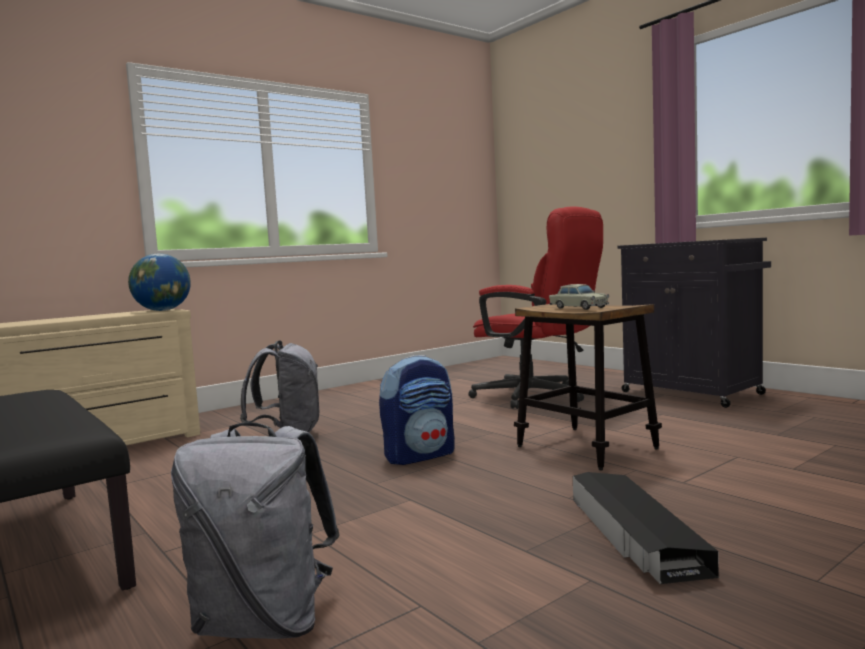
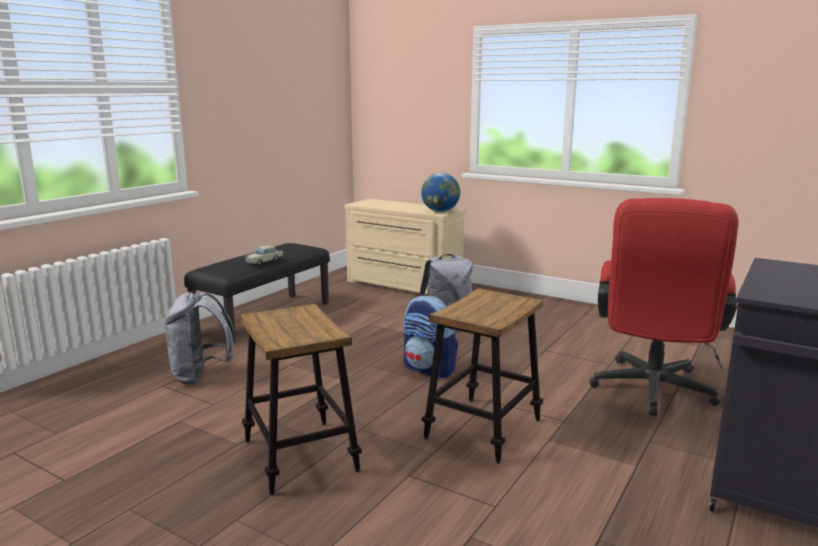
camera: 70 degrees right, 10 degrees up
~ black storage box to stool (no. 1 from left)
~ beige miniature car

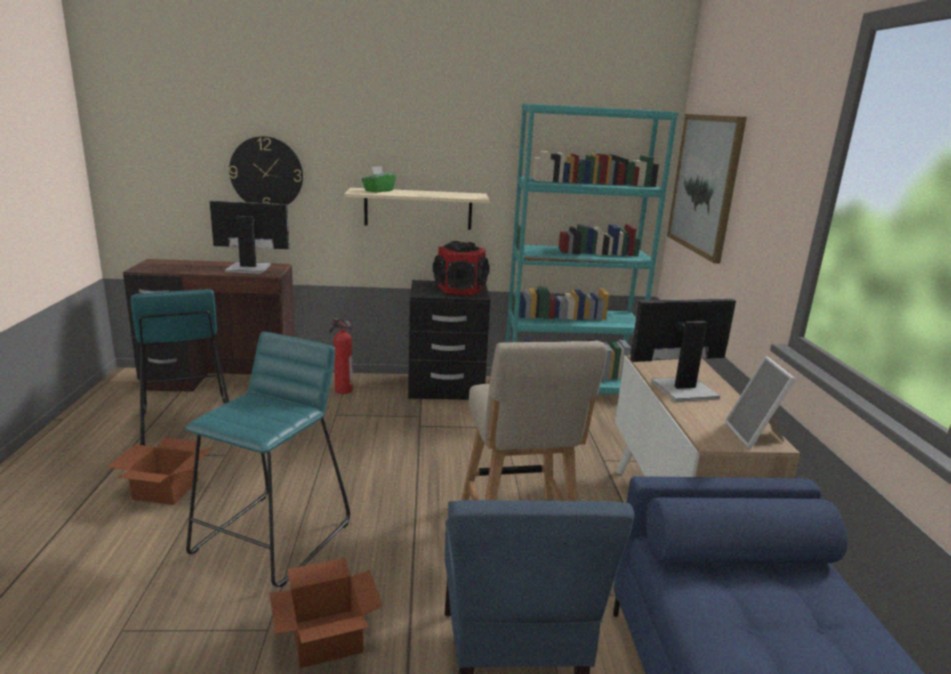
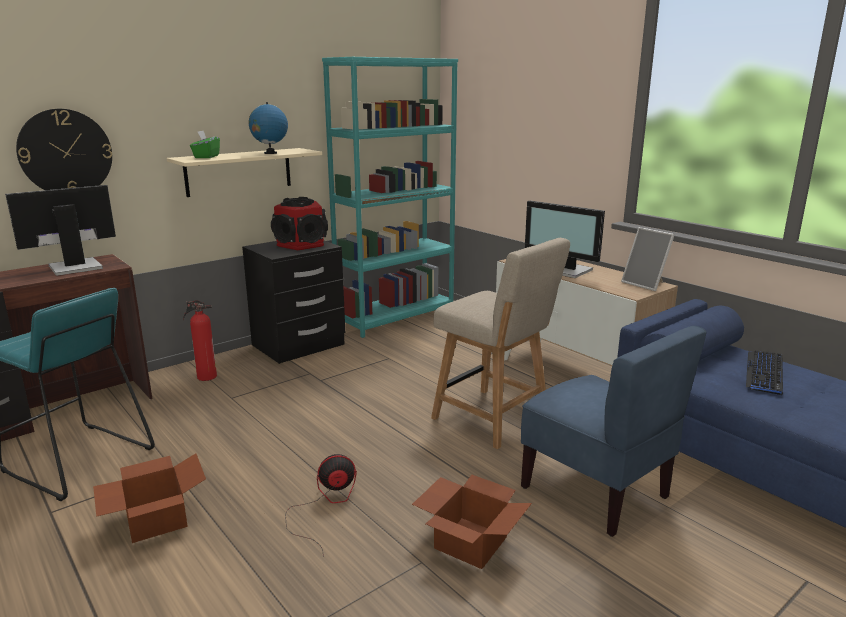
camera: 35 degrees left, 0 degrees up
+ world globe
~ turquoise-coloured stool (no. 2 from left) to fan
~ monitor (no. 2 from left) 90 degrees counterclockwise
+ keyboard
- picture

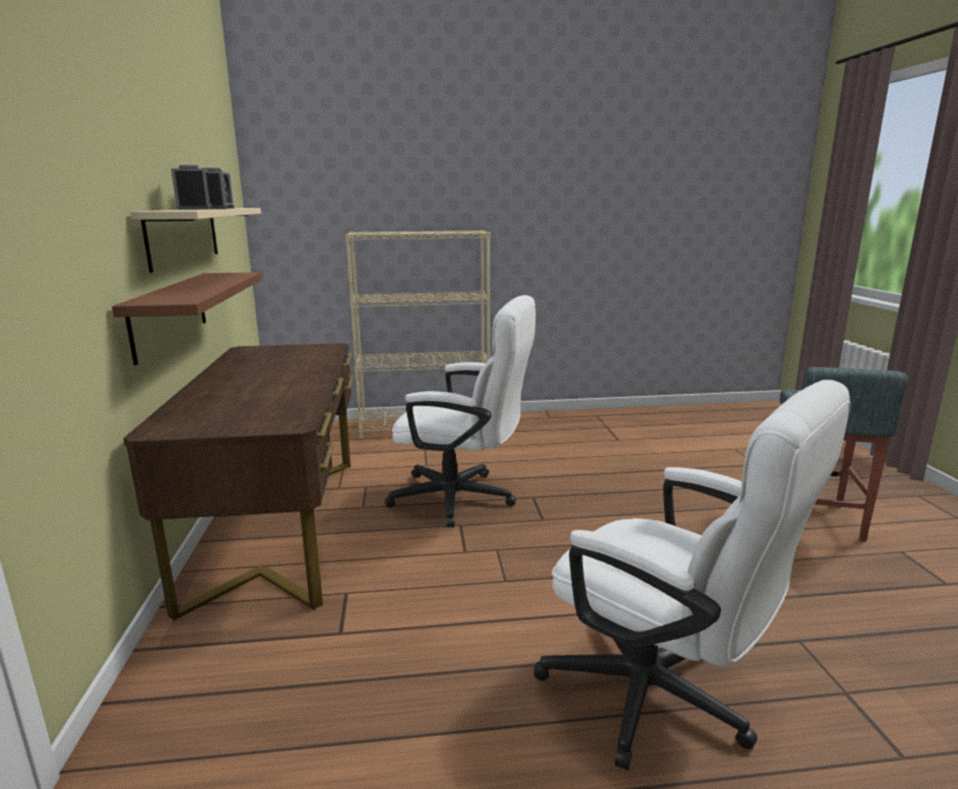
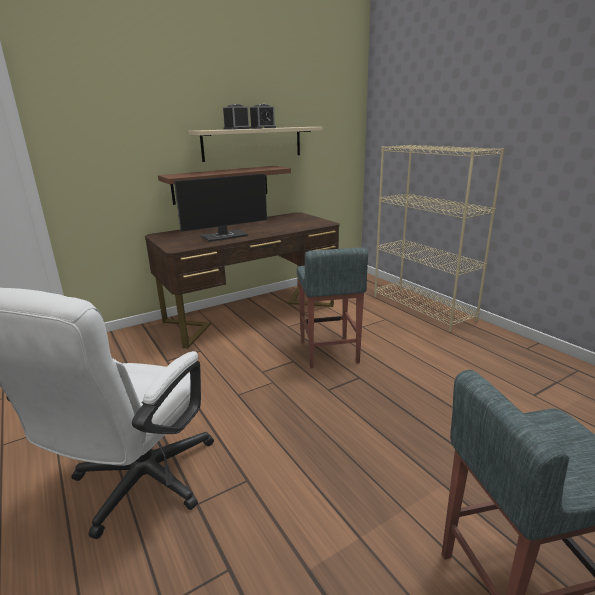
camera: 65 degrees right, 5 degrees up
+ monitor
~ white-coloured office chair (no. 1 from left) to grey stool (no. 1 from left)

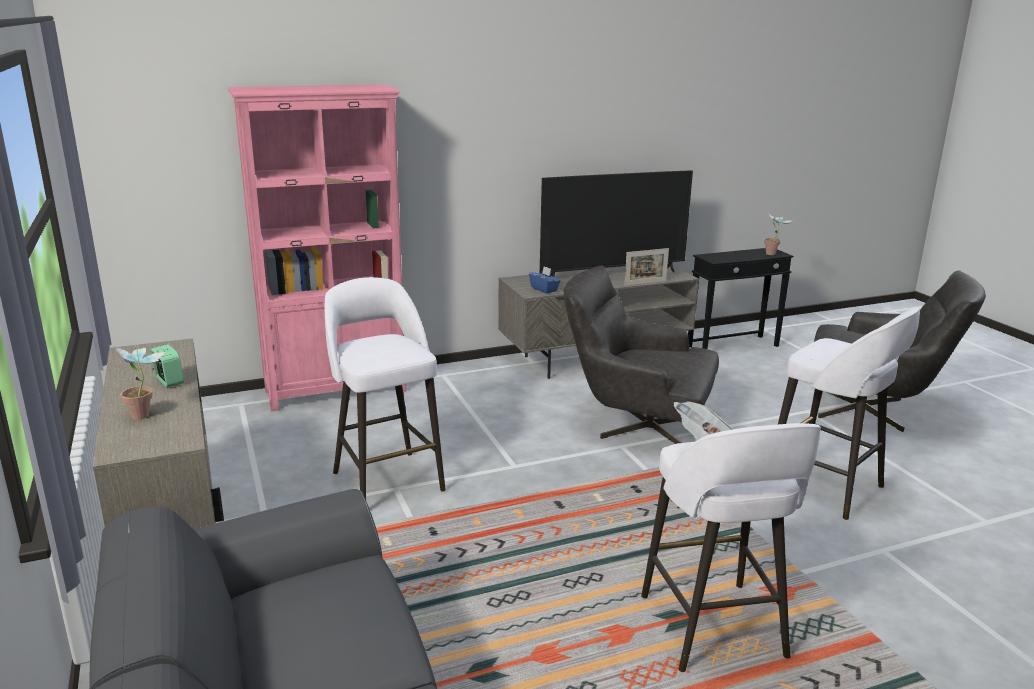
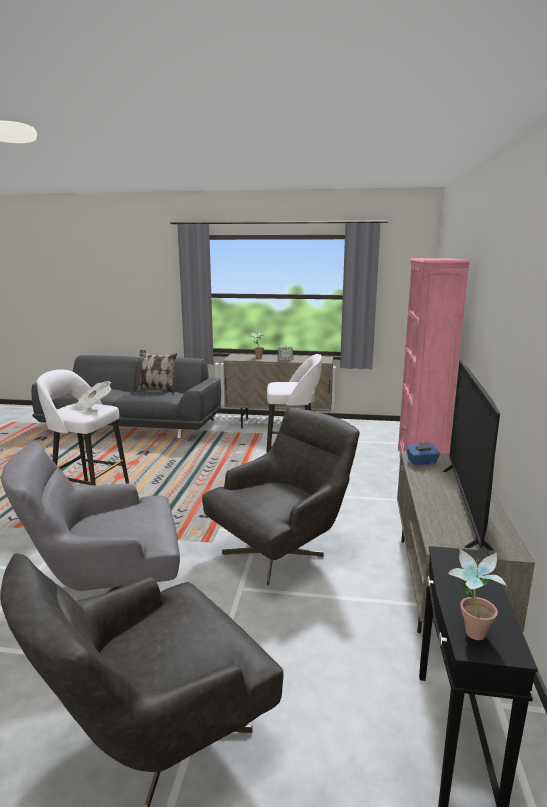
camera: 120 degrees right, 5 degrees down
~ white-coloured stool (no. 3 from left) to grey lounge chair (no. 1 from left)
+ pillow
- photo frame

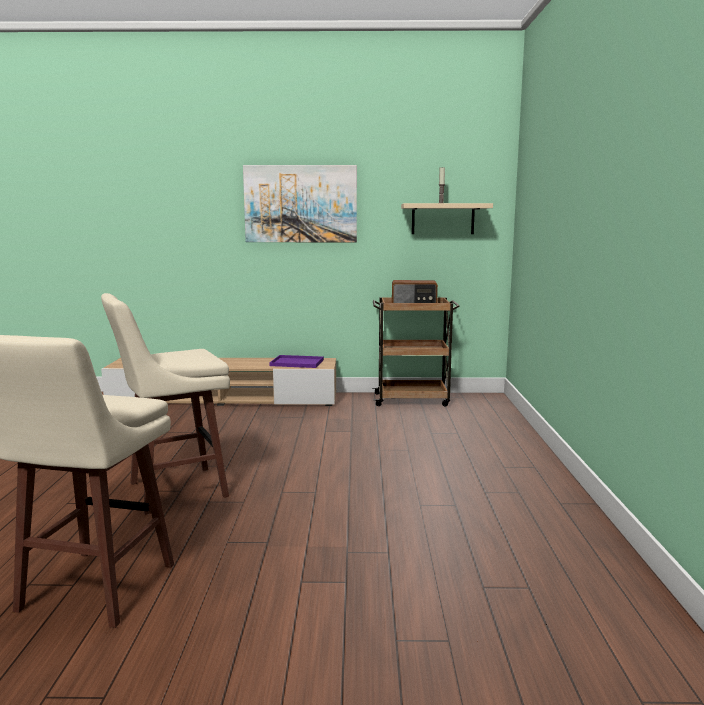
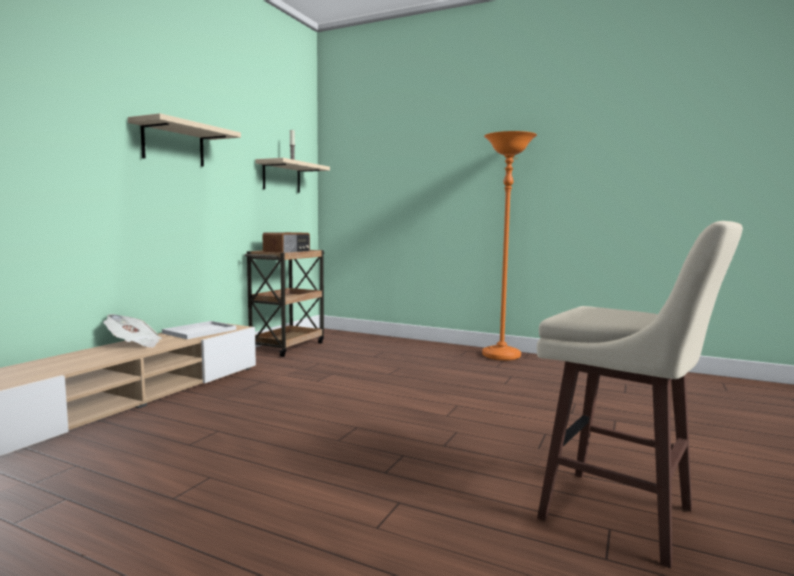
camera: 65 degrees left, 5 degrees down
+ daily paper
~ picture to beige bracket shelf (no. 1 from left)
~ purple serving tray to white-coloured serving tray
+ orange-coloured floor lamp
- beige stool (no. 2 from left)

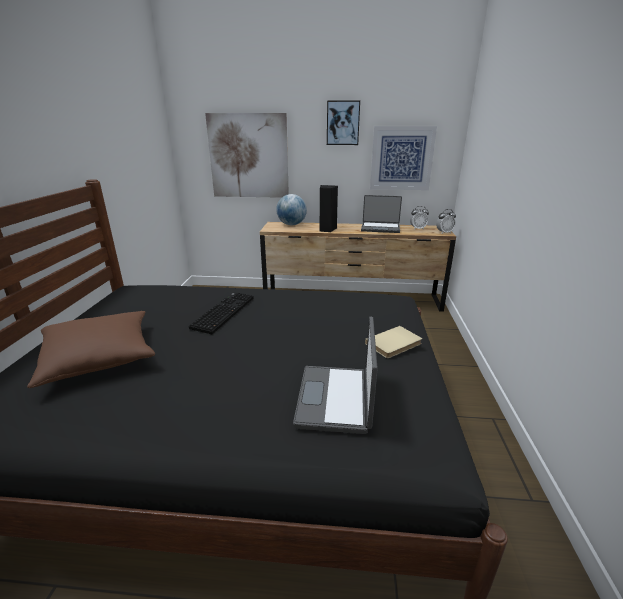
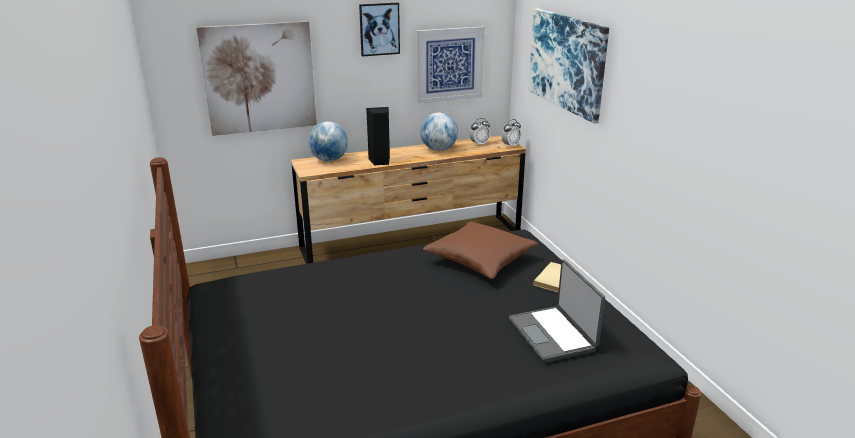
camera: 25 degrees left, 0 degrees up
~ portable computer (no. 2 from left) to world globe (no. 2 from left)
~ brown pillow
+ picture (no. 4 from left)
- keyboard

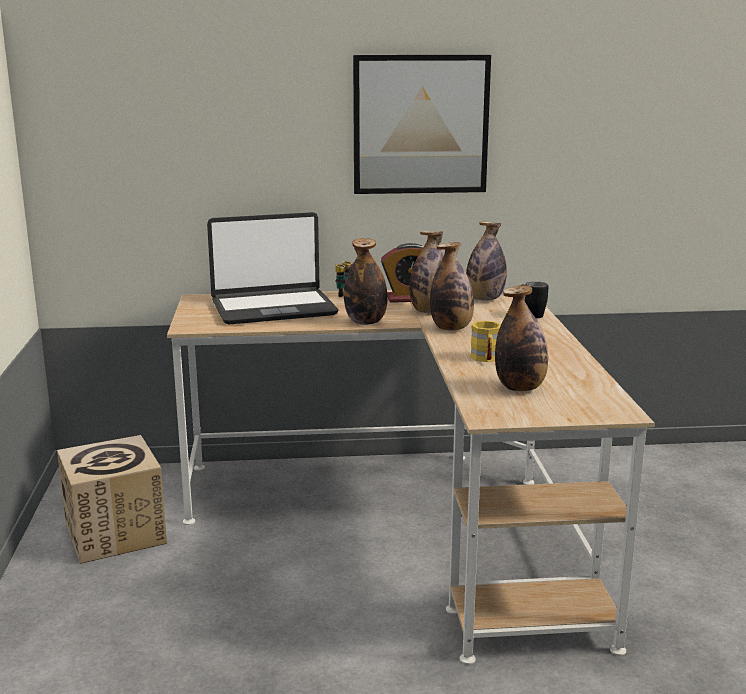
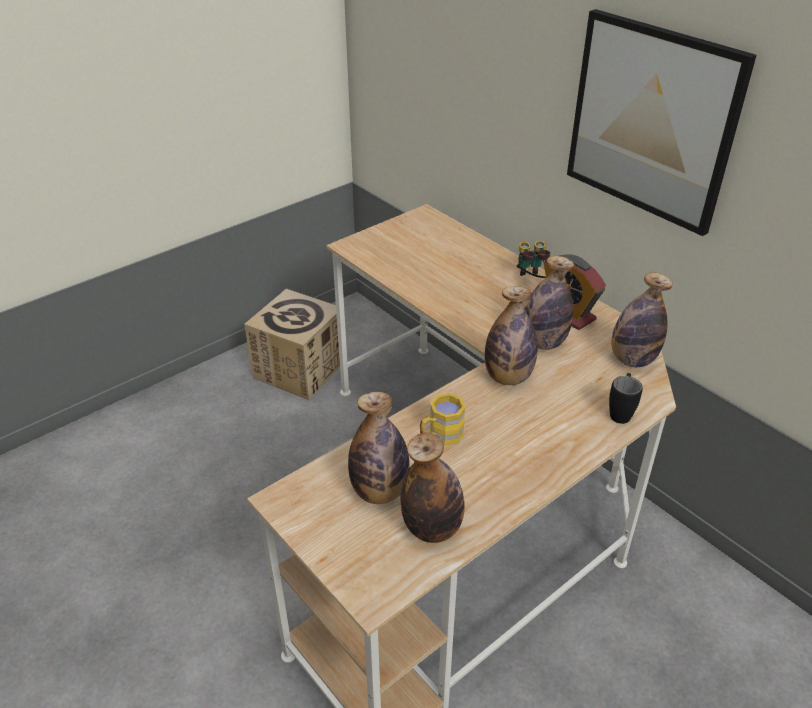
camera: 55 degrees right, 20 degrees up
~ bottle (no. 1 from left in the first image) to bottle (no. 2 from left)
- portable computer

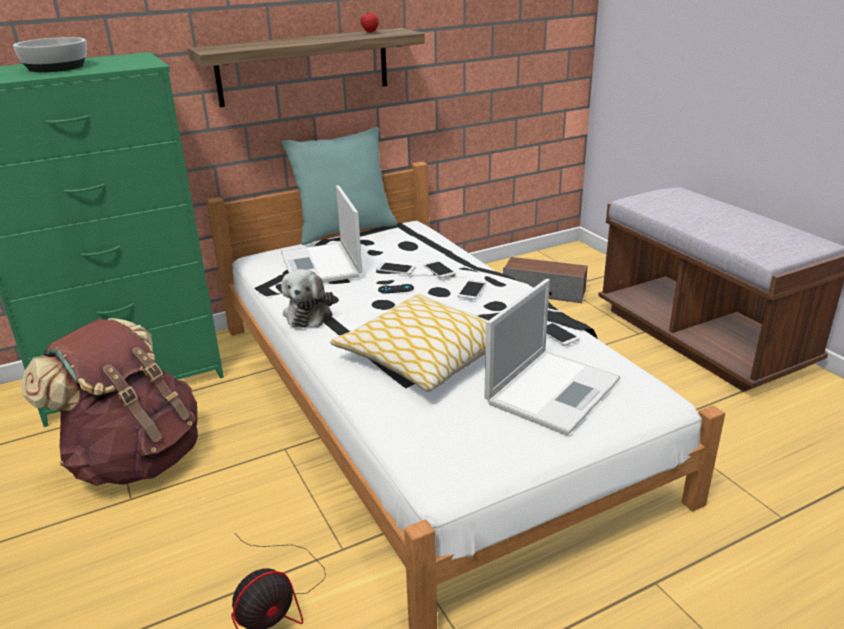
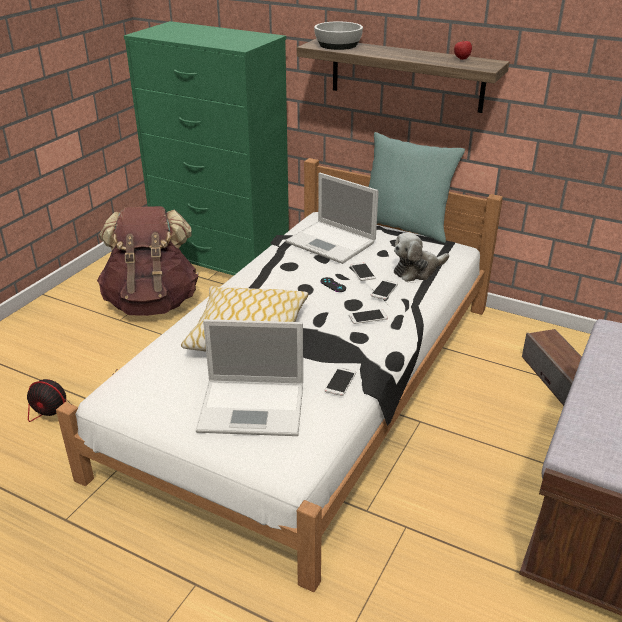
camera: 55 degrees right, 5 degrees up
~ portable computer (no. 1 from left in the first image) 90 degrees counterclockwise
~ serving bowl
~ cuddly toy

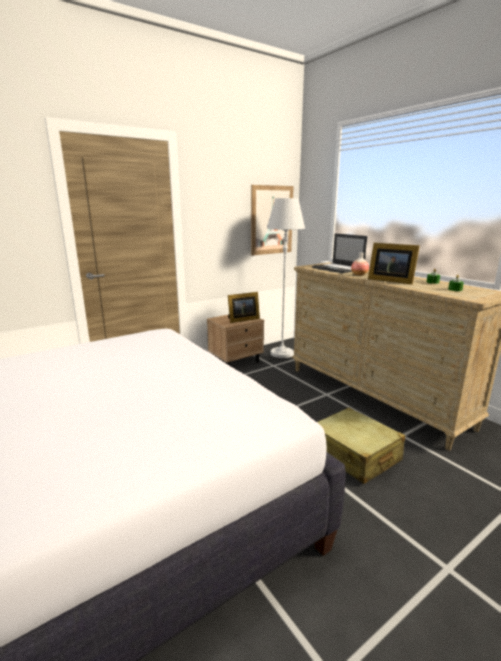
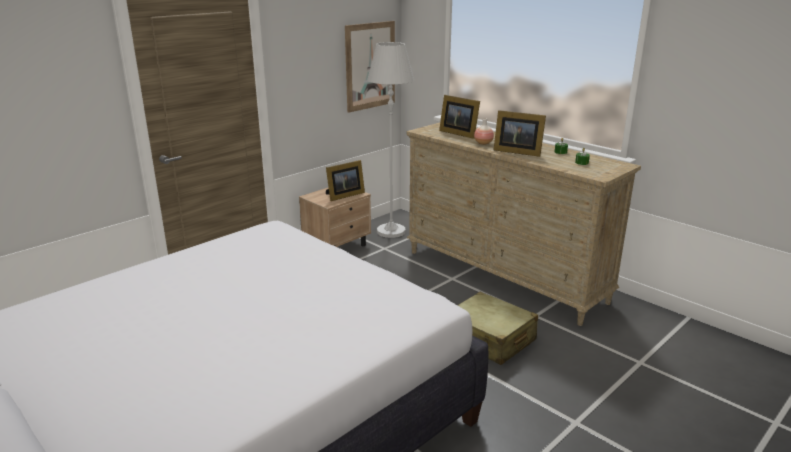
camera: 10 degrees left, 5 degrees up
~ portable computer to photo frame (no. 2 from left)

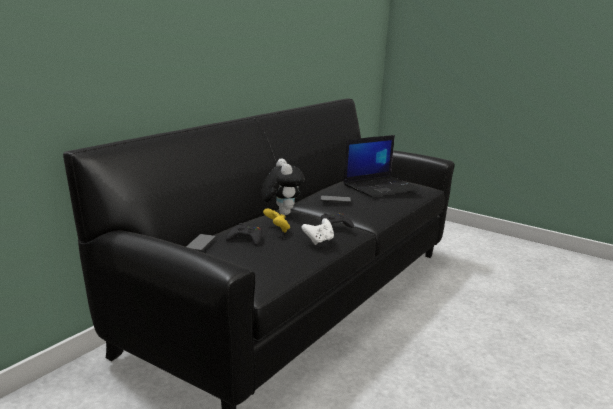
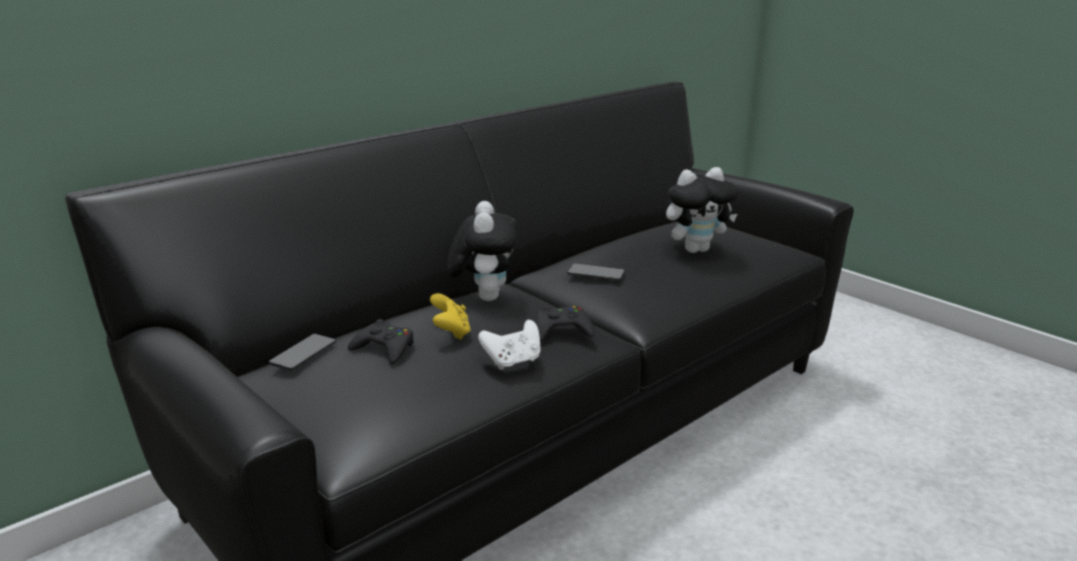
camera: 15 degrees right, 5 degrees up
~ portable computer to cuddly toy (no. 2 from left)

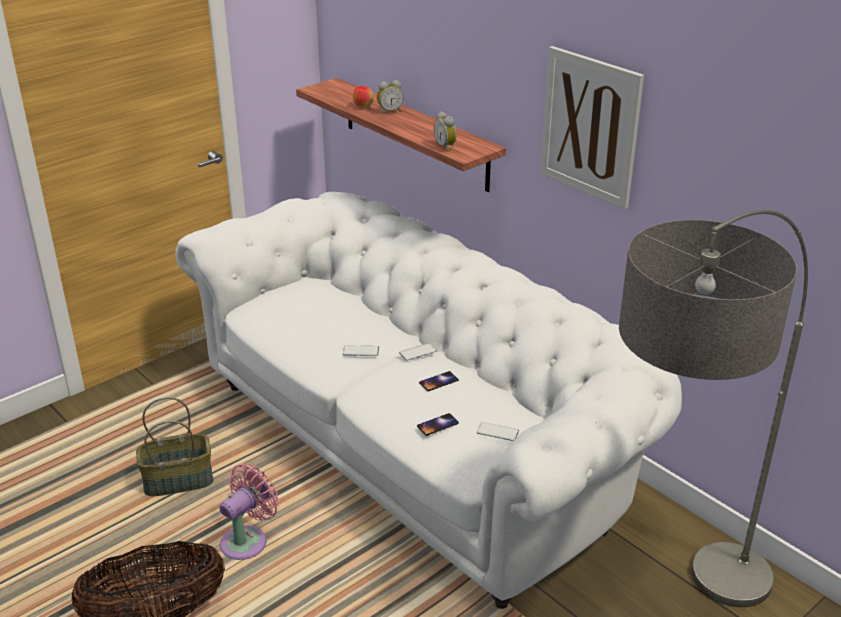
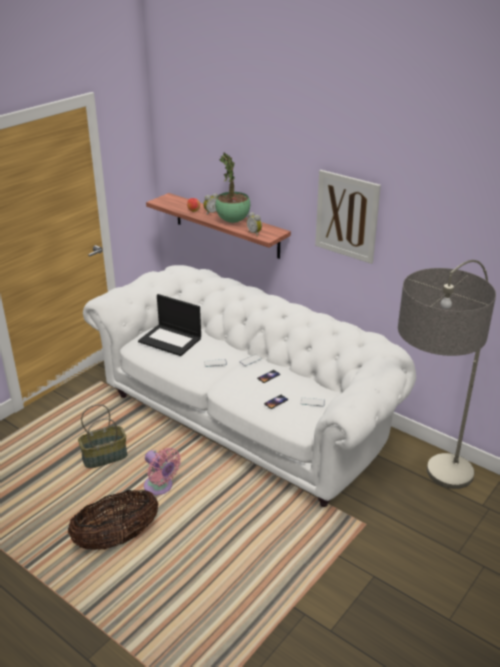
camera: 10 degrees left, 0 degrees up
+ portable computer
~ pinkish fan 105 degrees clockwise
+ houseplant

